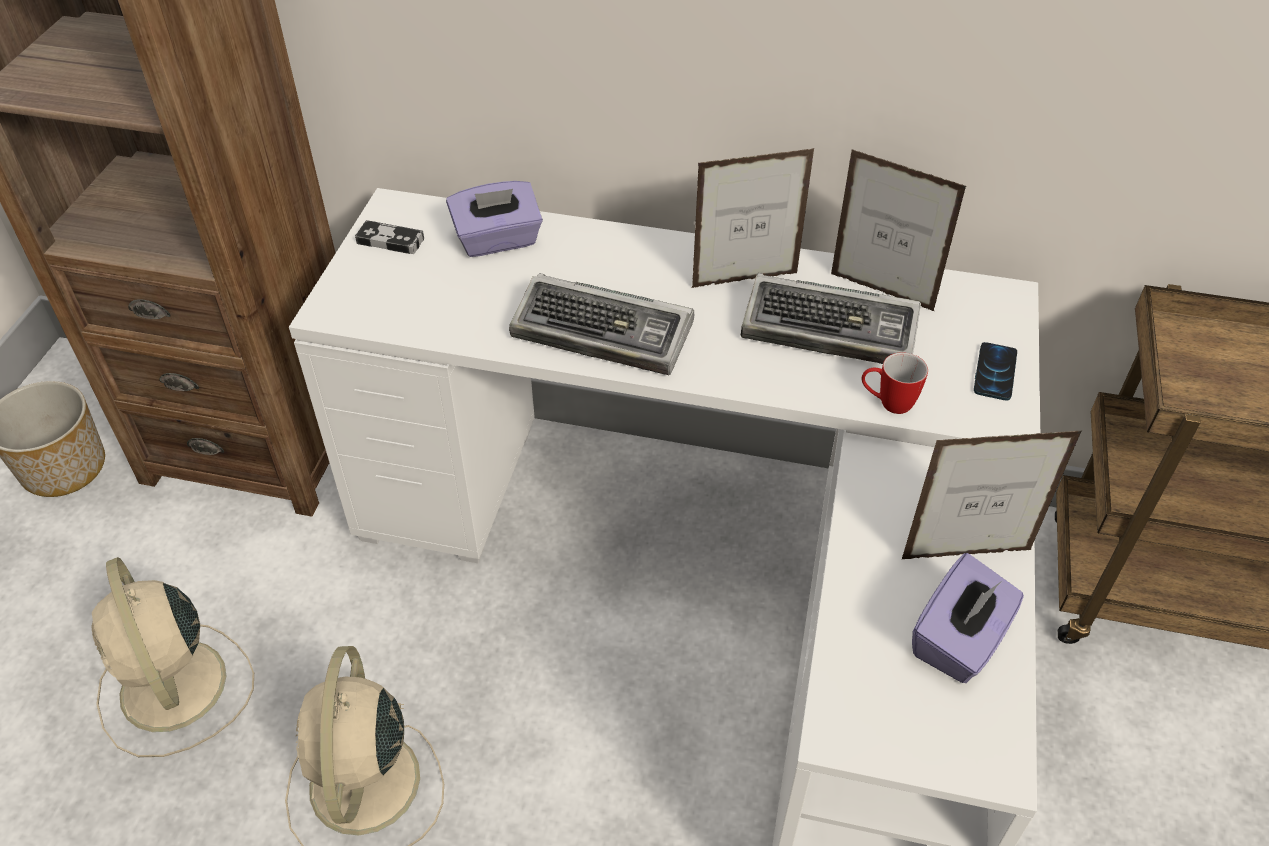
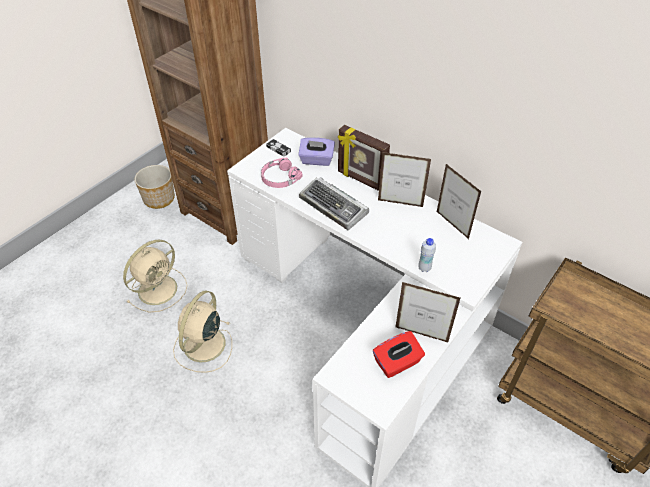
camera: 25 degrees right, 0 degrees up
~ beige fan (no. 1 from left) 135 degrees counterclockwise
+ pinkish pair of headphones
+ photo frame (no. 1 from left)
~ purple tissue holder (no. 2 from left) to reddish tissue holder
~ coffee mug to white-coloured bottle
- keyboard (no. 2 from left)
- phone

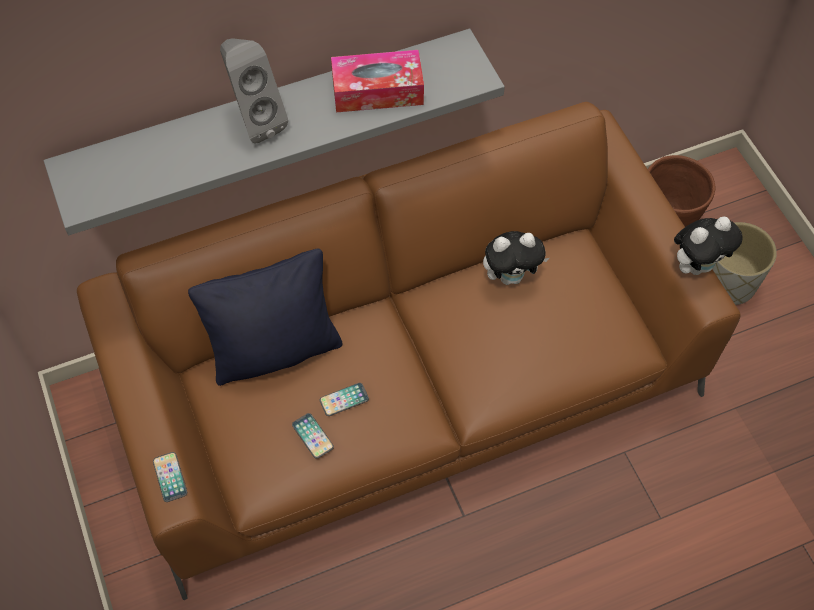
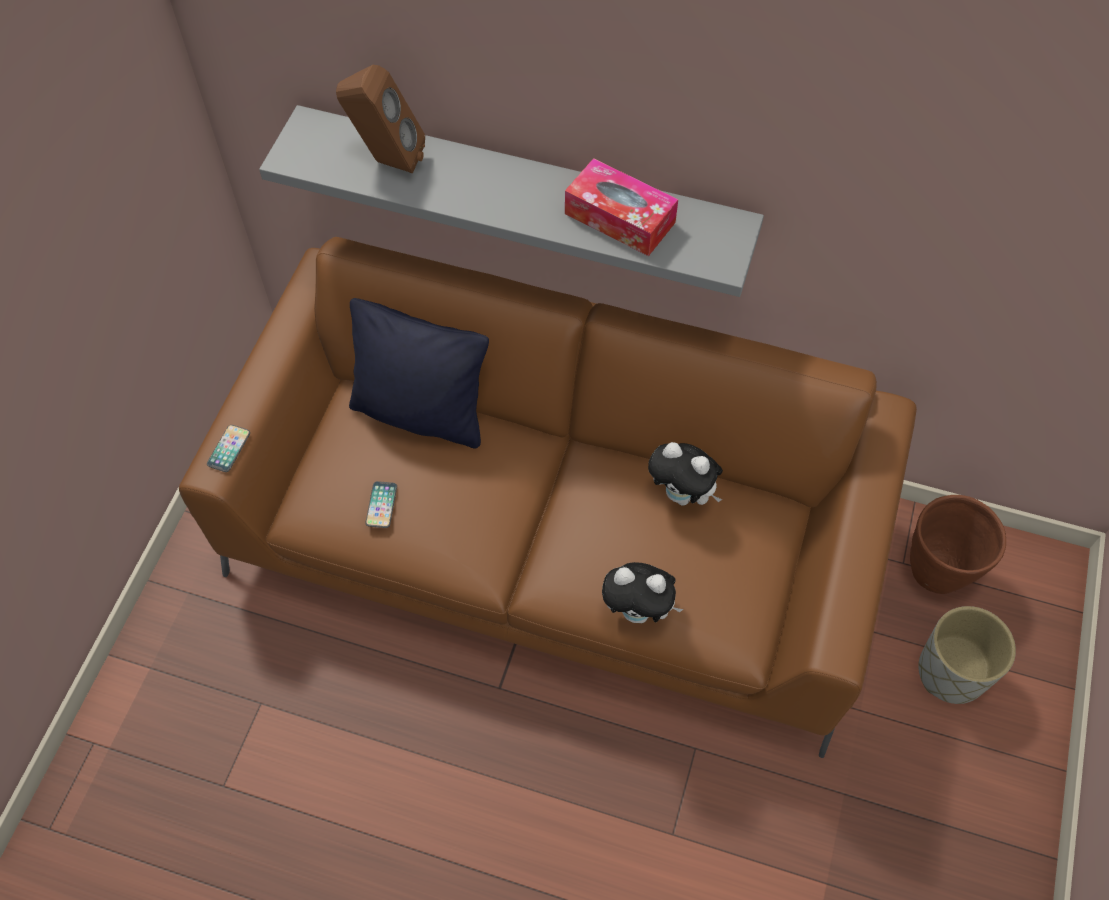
camera: 40 degrees right, 0 degrees up
+ brown loudspeaker
~ cuddly toy (no. 2 from left in the first image) to cuddly toy (no. 1 from left)
- grey loudspeaker
- phone (no. 3 from left)

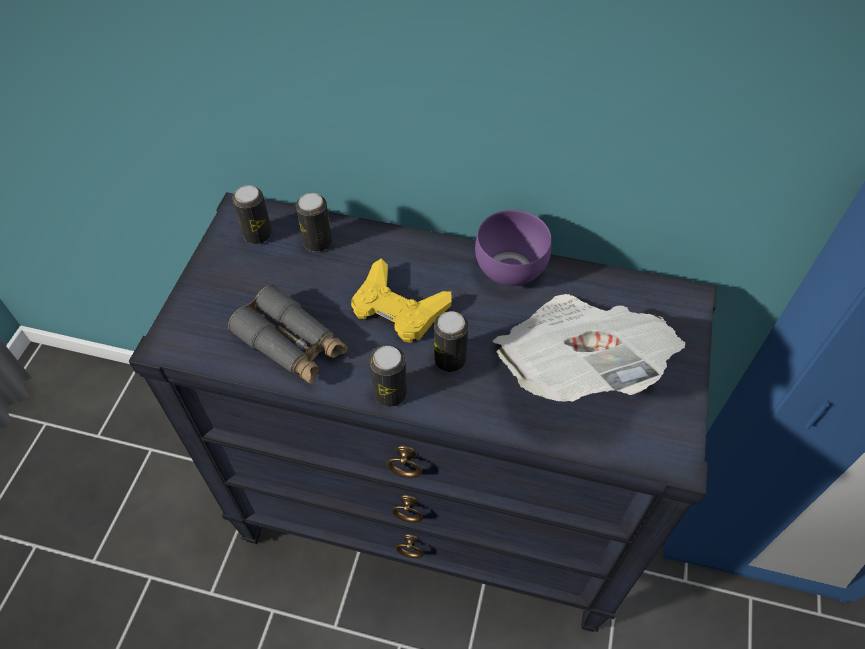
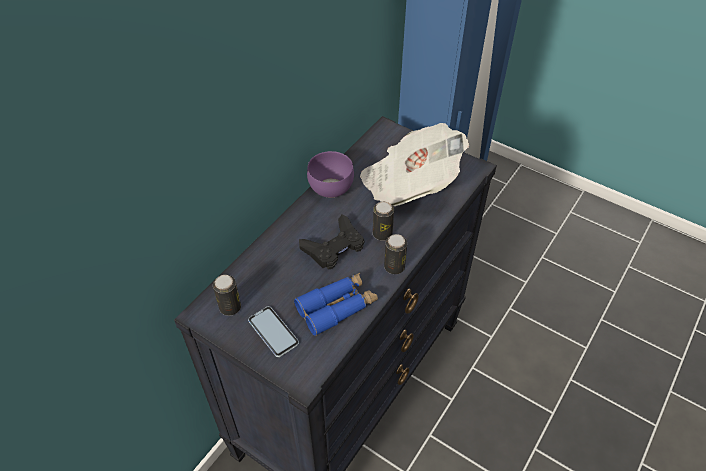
camera: 70 degrees left, 5 degrees down
+ phone
~ grey binoculars to bluish binoculars
~ yellowish joypad to black joypad
- sealed can (no. 2 from left)

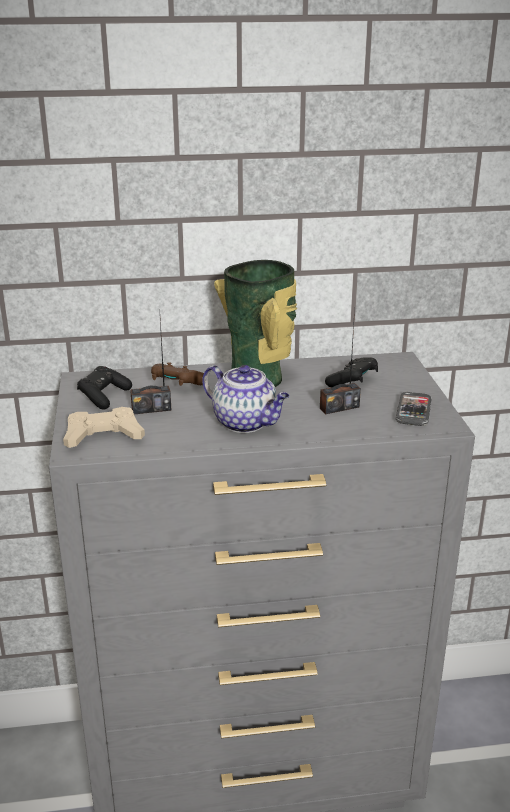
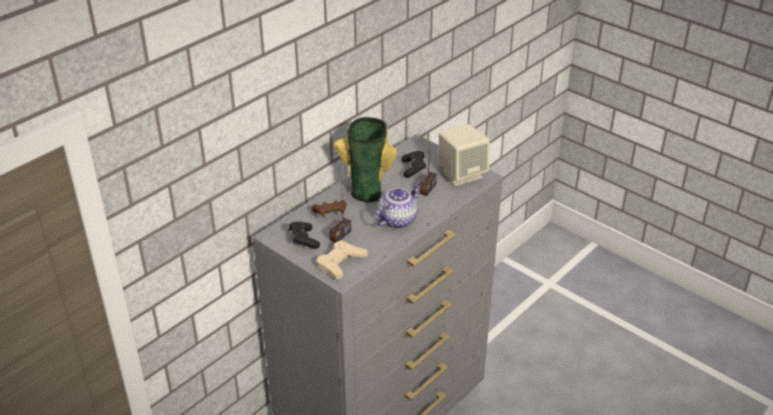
camera: 40 degrees left, 10 degrees up
~ pot for tea 45 degrees counterclockwise
~ phone to beige loudspeaker

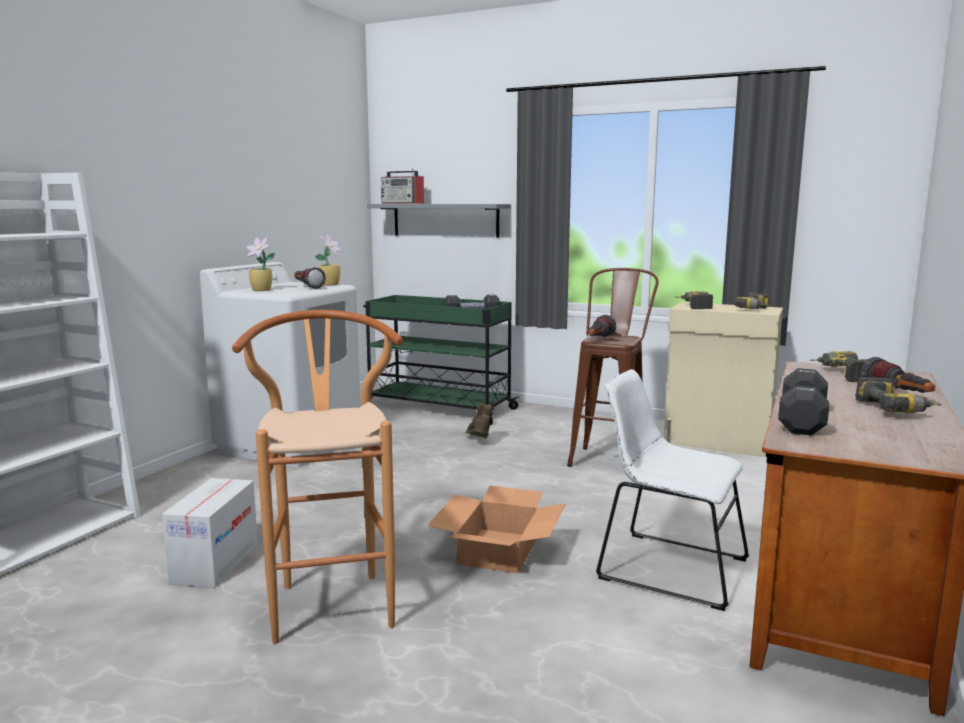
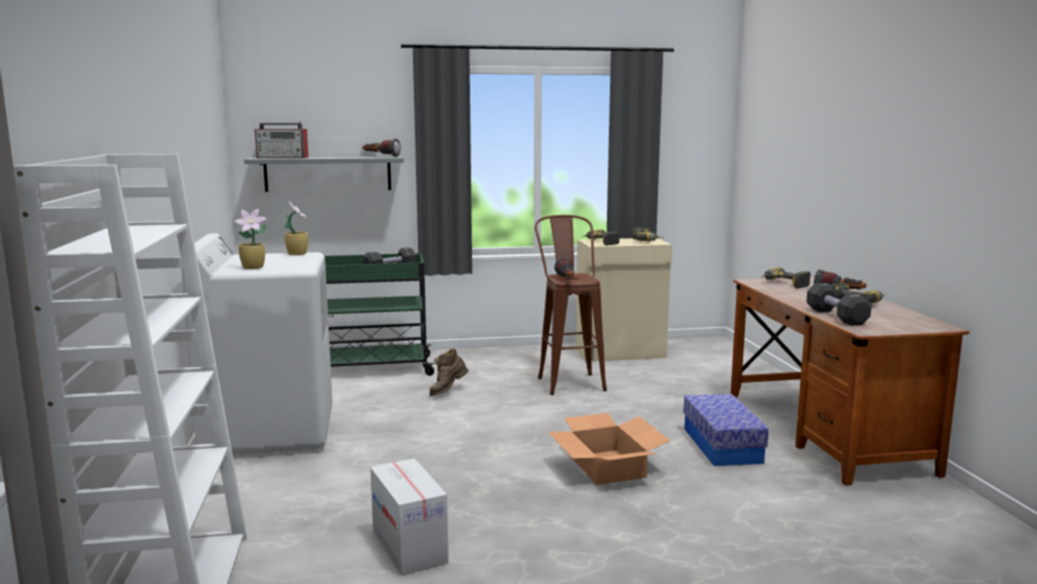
camera: 35 degrees left, 0 degrees up
~ hand torch (no. 1 from left)
~ brown high-top boot 90 degrees counterclockwise
~ white-coloured chair to storage box
- brown stool (no. 1 from left)

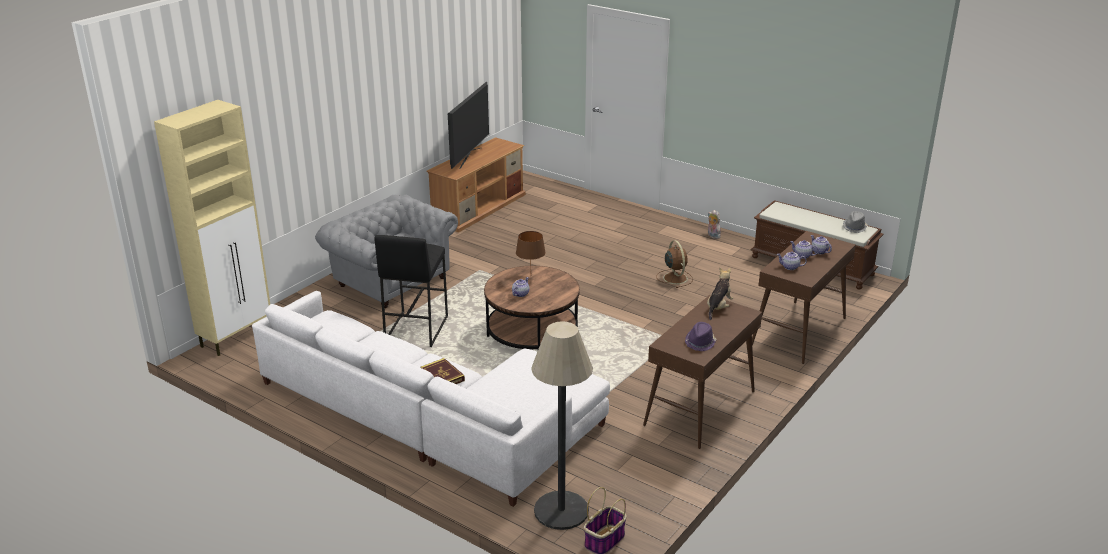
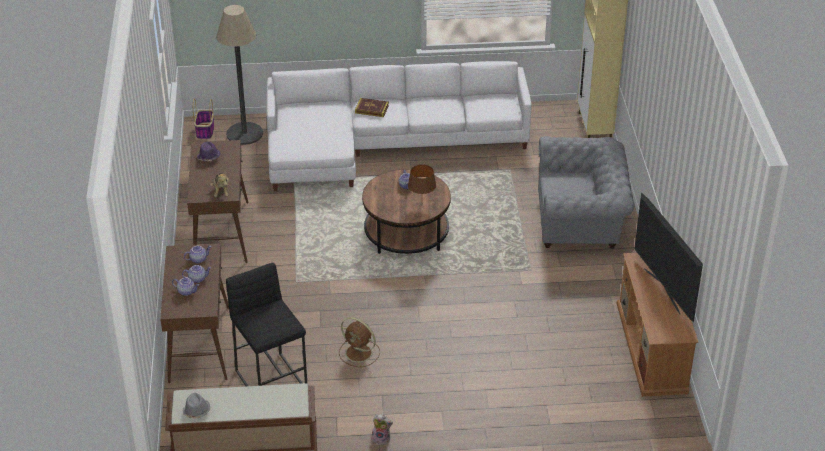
camera: 140 degrees right, 10 degrees up
~ black stool

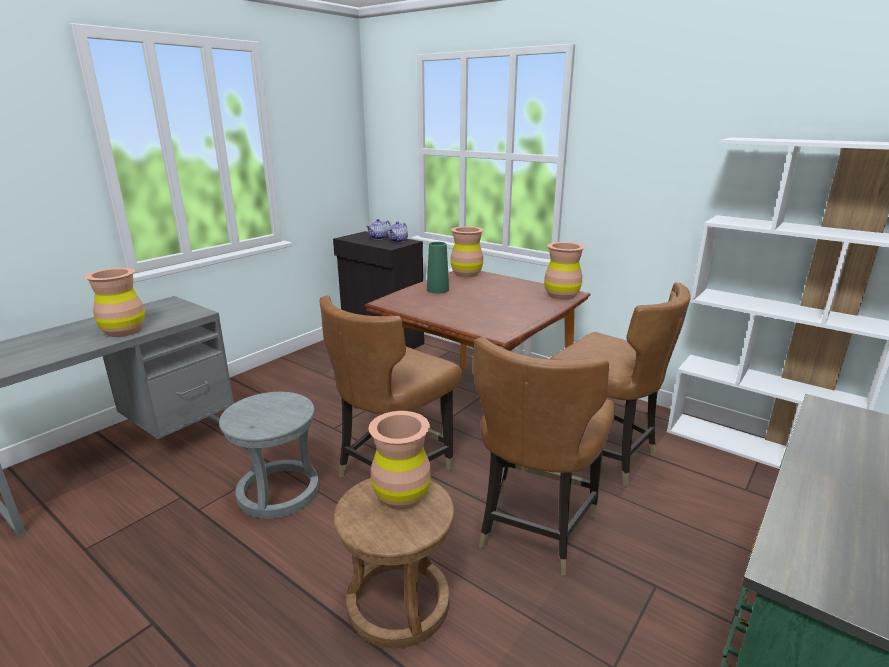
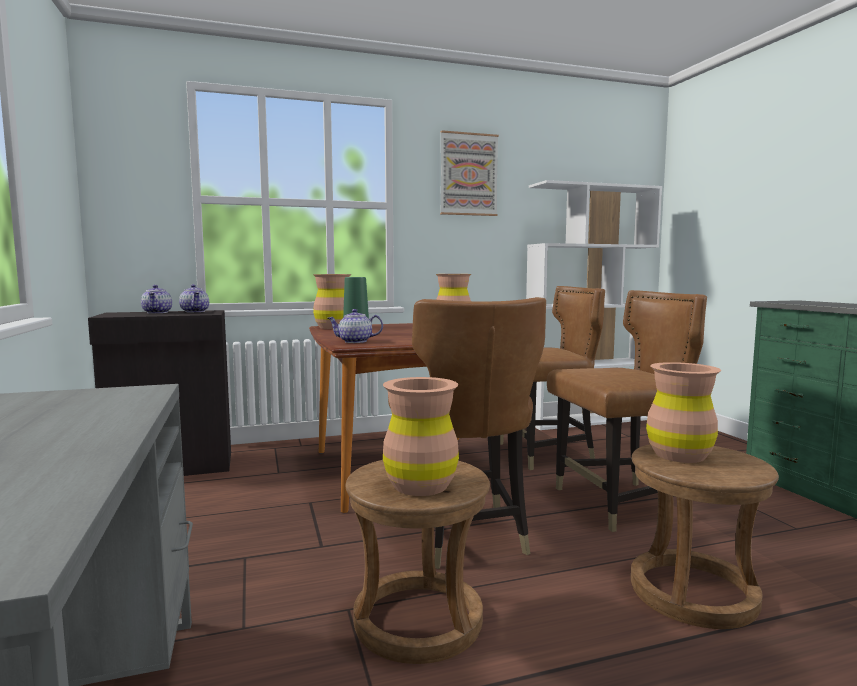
camera: 55 degrees left, 15 degrees down
+ pot for tea (no. 3 from left)
~ grey stool to brown stool (no. 1 from left)
~ brown decorative vase (no. 1 from left in the first image) to brown decorative vase (no. 2 from left)
+ picture
~ brown chair (no. 2 from left in the first image) 75 degrees counterclockwise

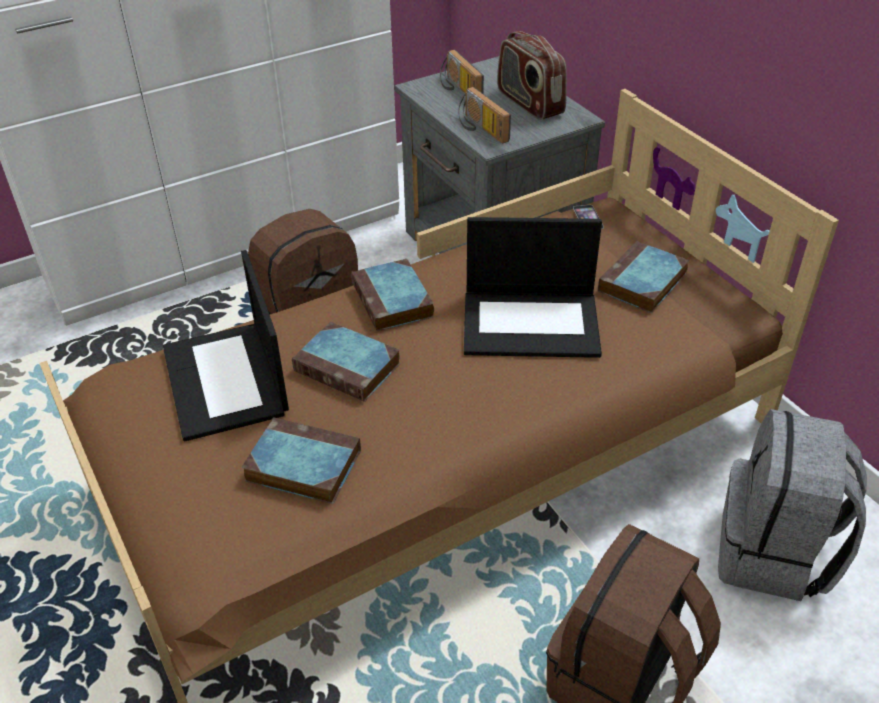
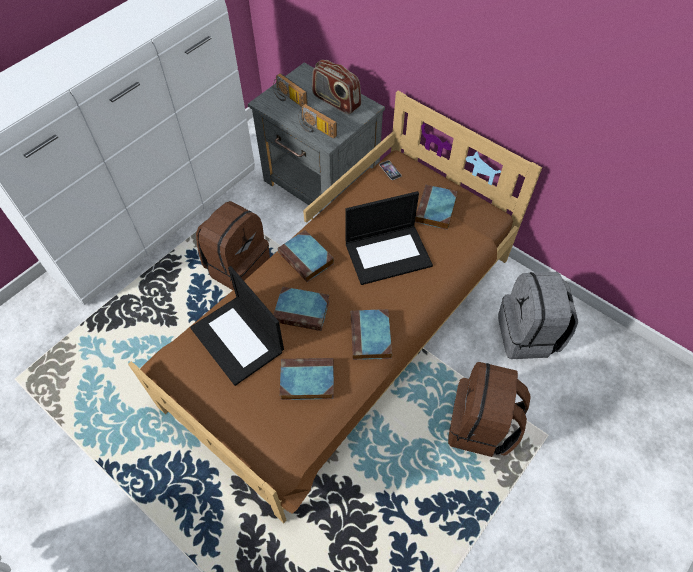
camera: 20 degrees left, 15 degrees up
+ bound book (no. 4 from left)

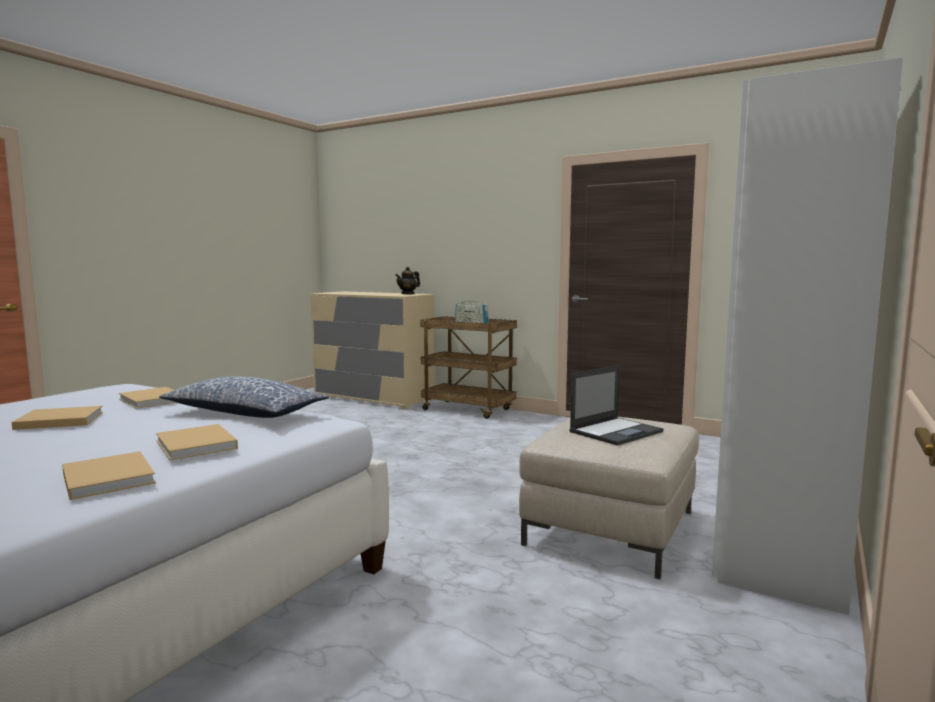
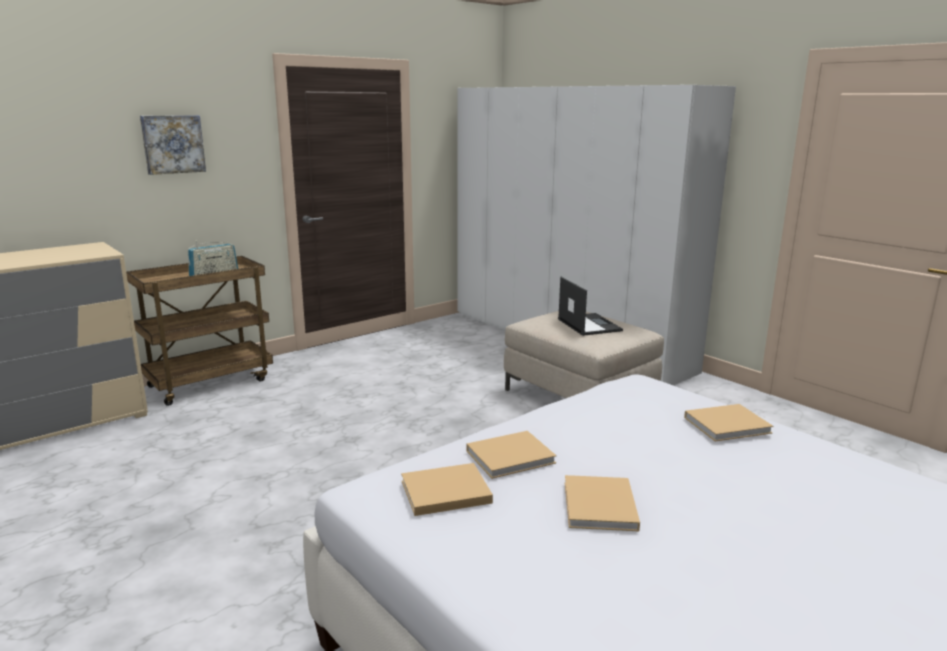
camera: 70 degrees left, 10 degrees up
+ picture
~ beige bound book (no. 2 from left in the first image) to beige bound book (no. 1 from left)
- pillow
- pot for tea

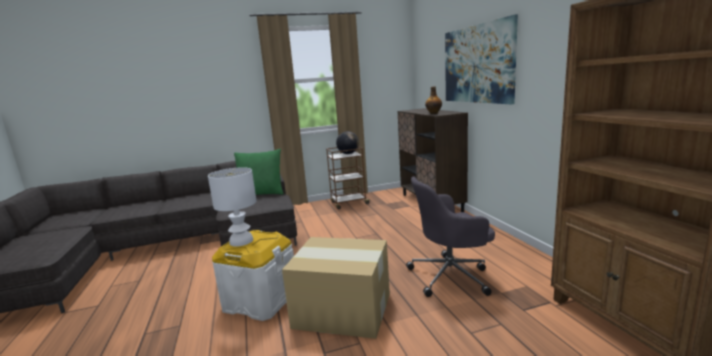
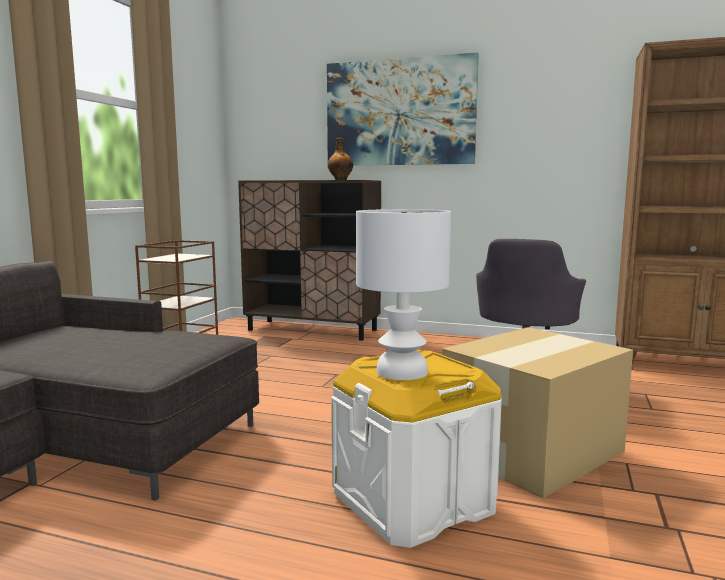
camera: 55 degrees left, 5 degrees down
- green pillow
- world globe

